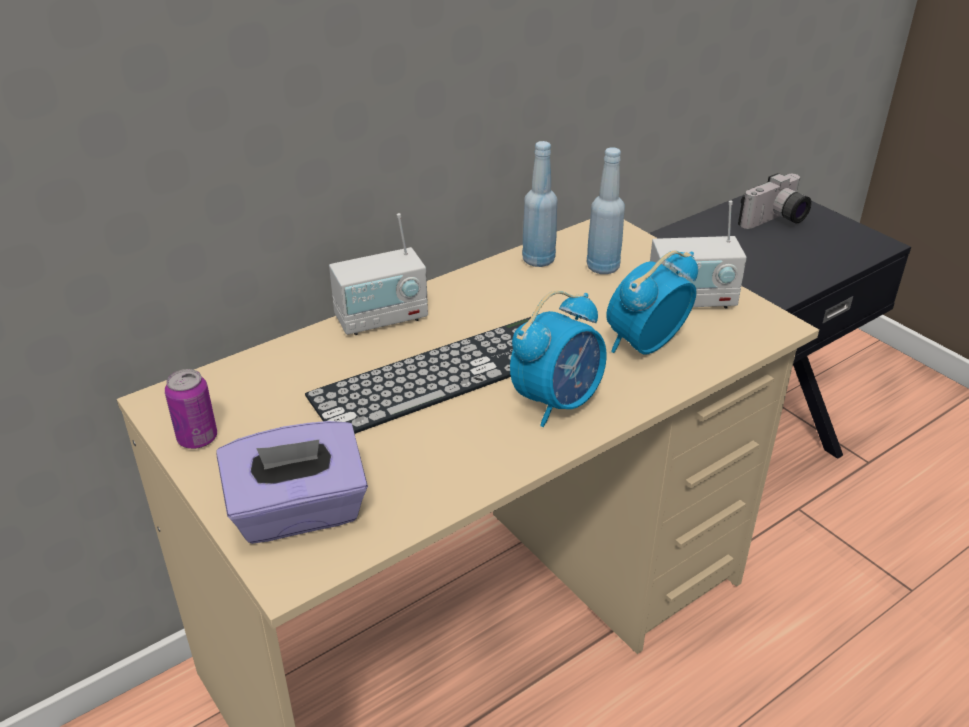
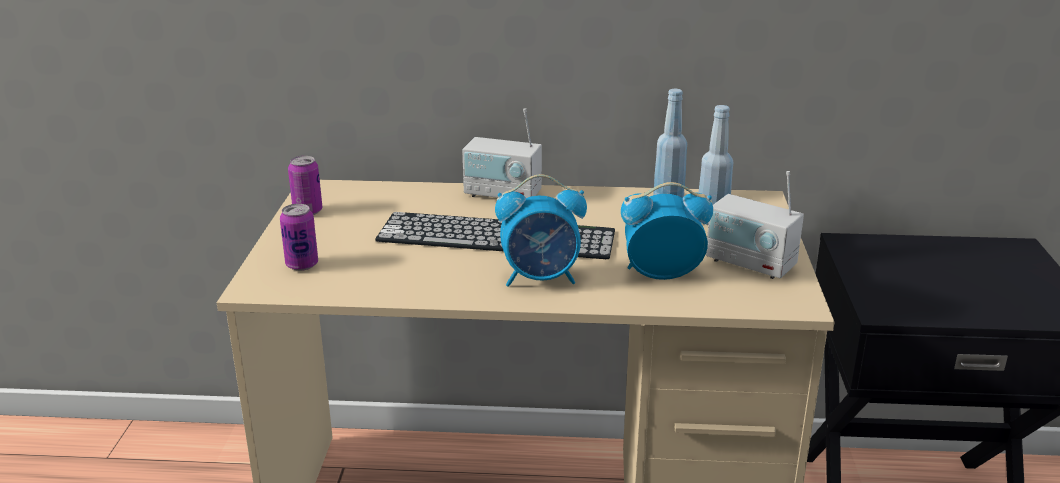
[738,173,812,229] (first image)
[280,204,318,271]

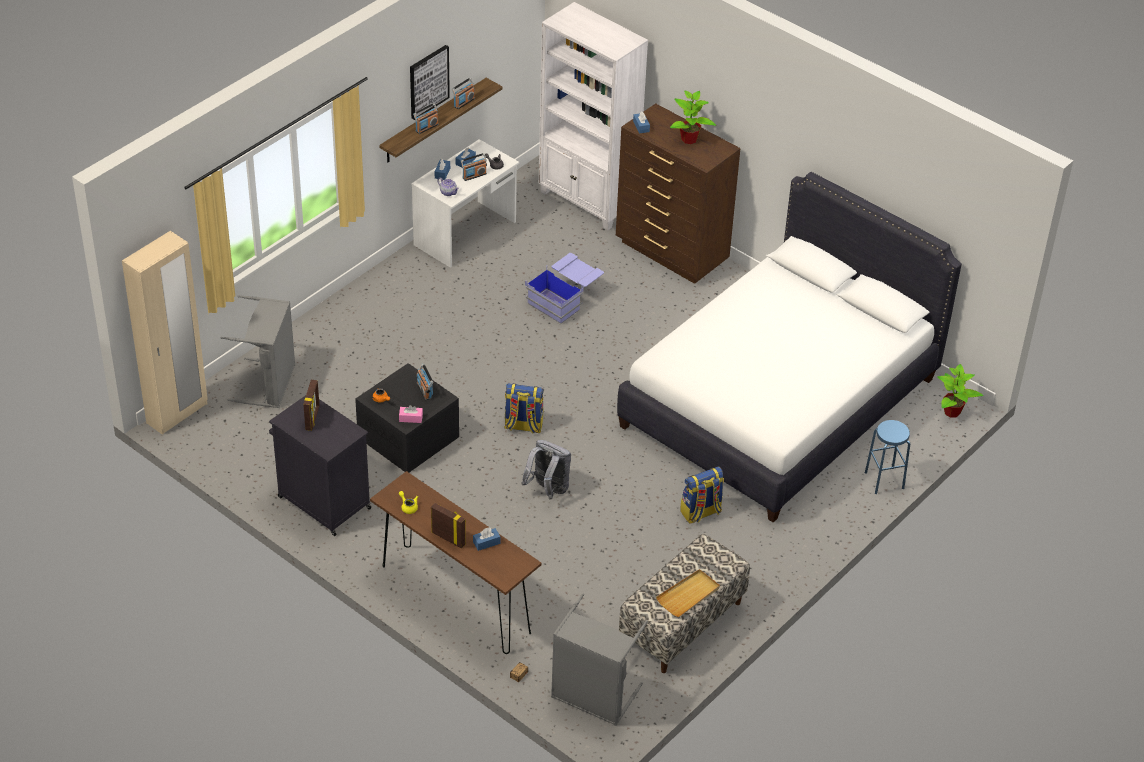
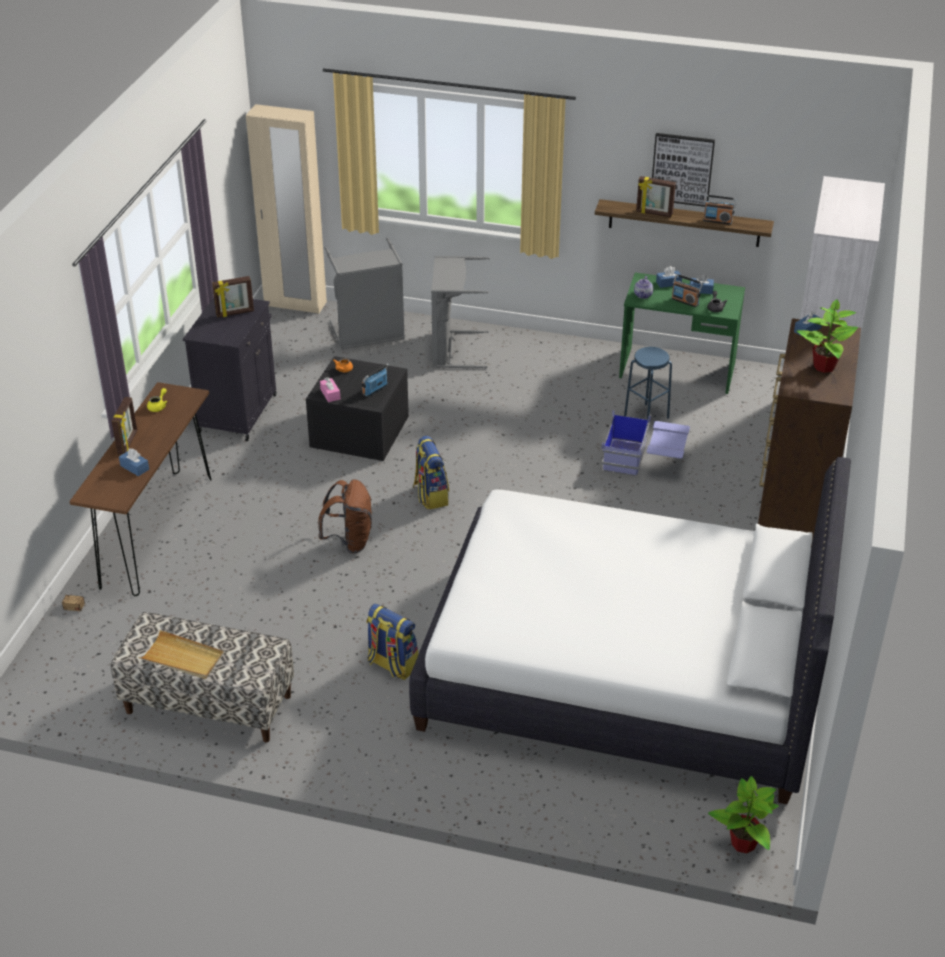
[636,176,676,218]
[619,272,745,394]
[624,347,672,427]
[318,479,372,554]
[431,256,490,368]

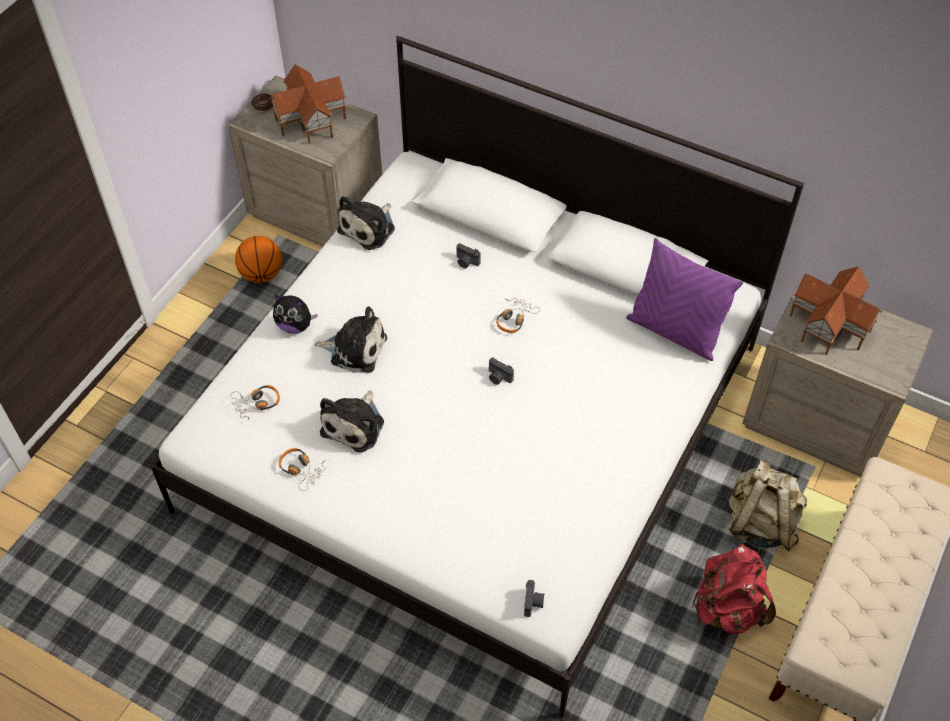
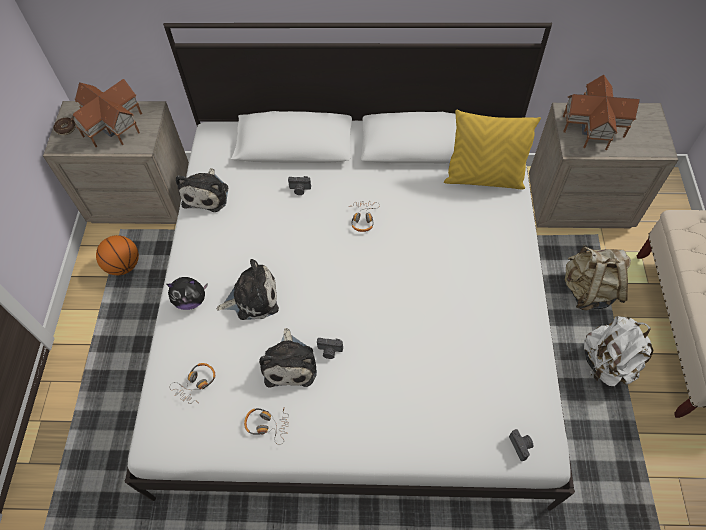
[444,109,541,189]
[317,338,343,359]
[584,316,654,386]

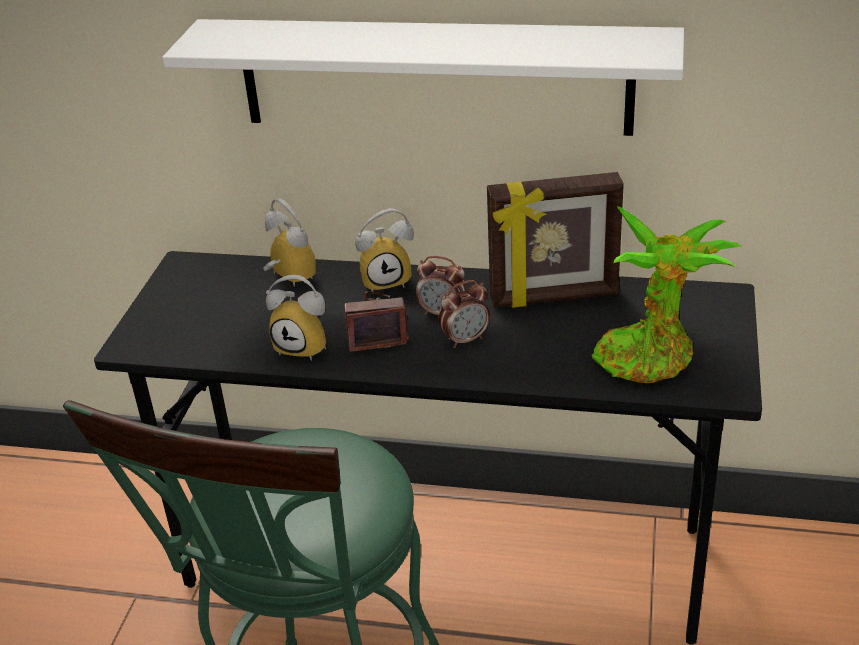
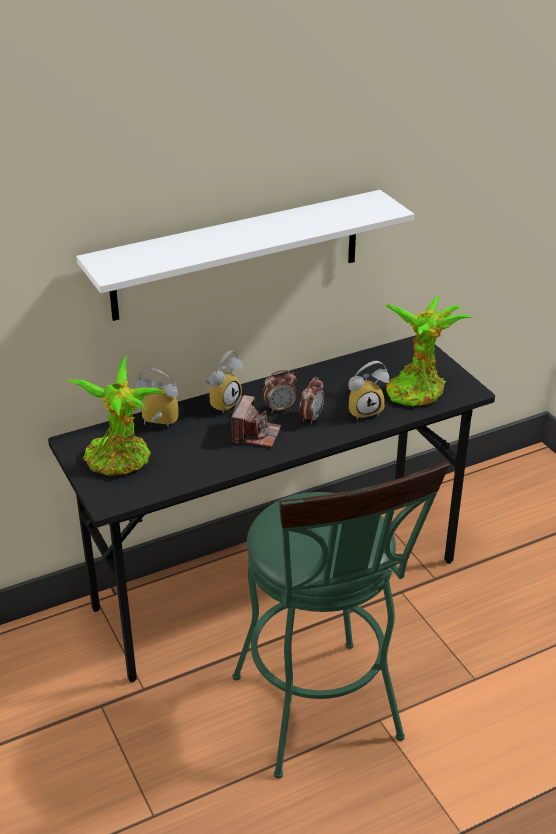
[487,172,624,308] (first image)
[348,361,389,420]
[231,395,281,447]
[66,356,164,476]

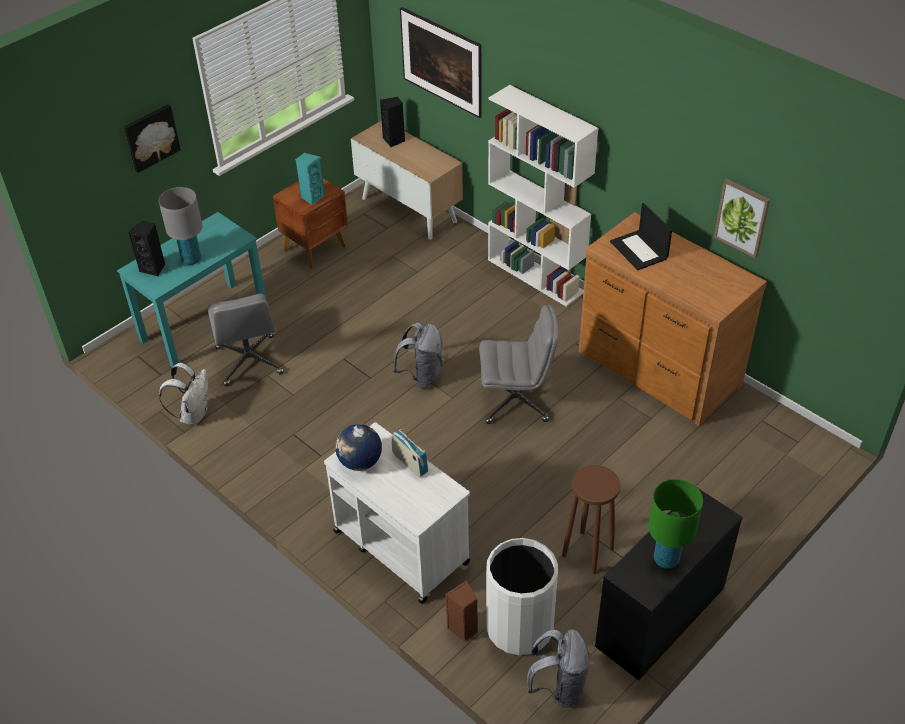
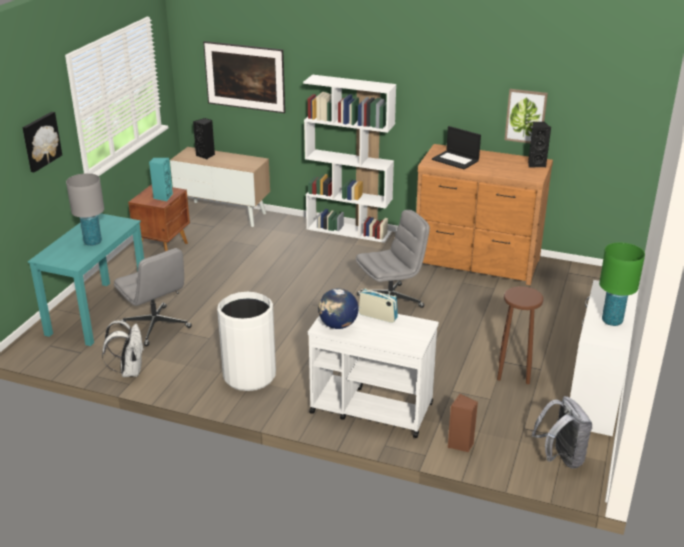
[528,122,551,167]
[393,323,443,389] (first image)
[570,280,639,436]
[217,292,276,391]

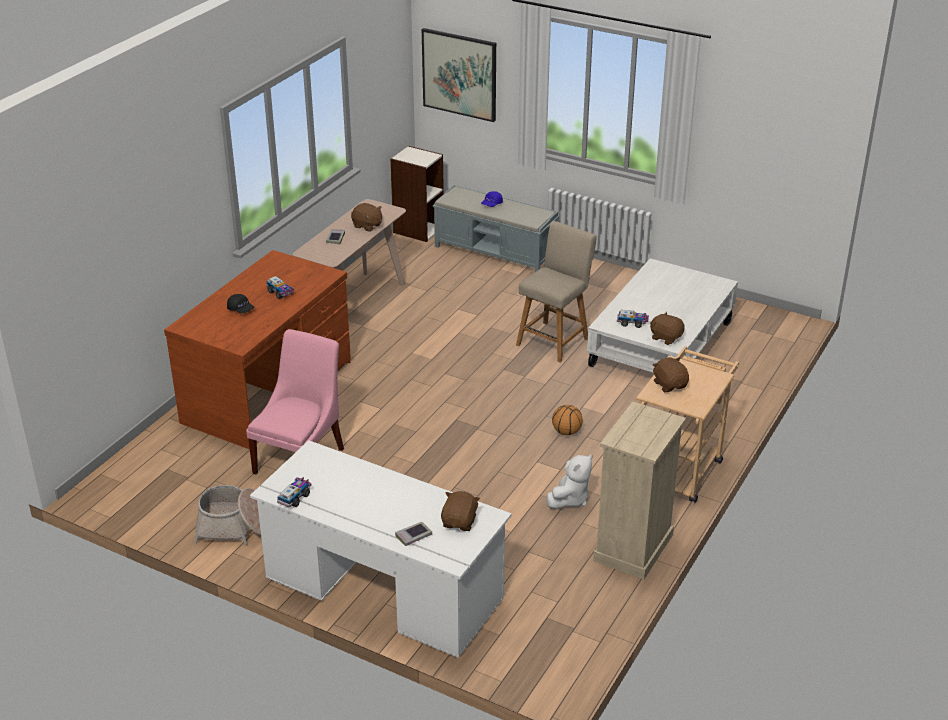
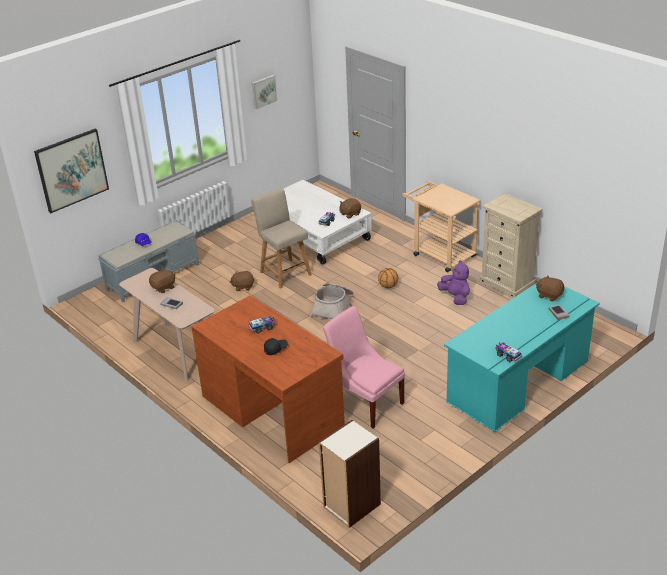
[319,420,381,528]
[230,271,255,291]
[444,282,600,432]
[437,260,470,305]
[310,283,353,319]
[252,75,277,109]

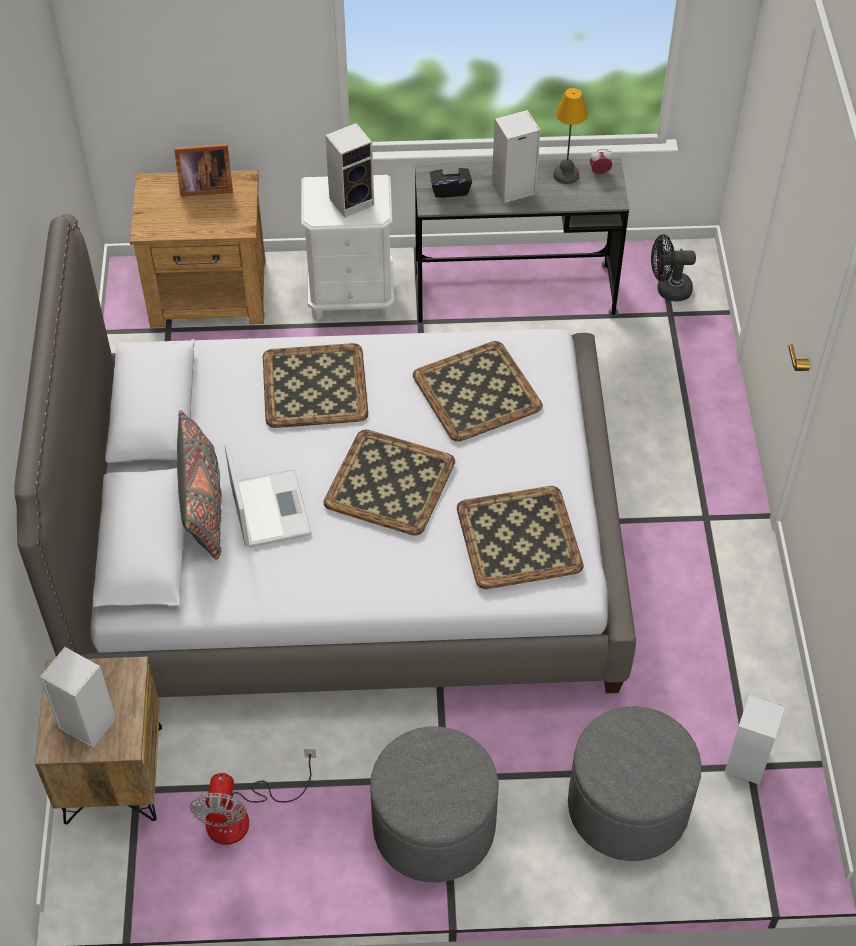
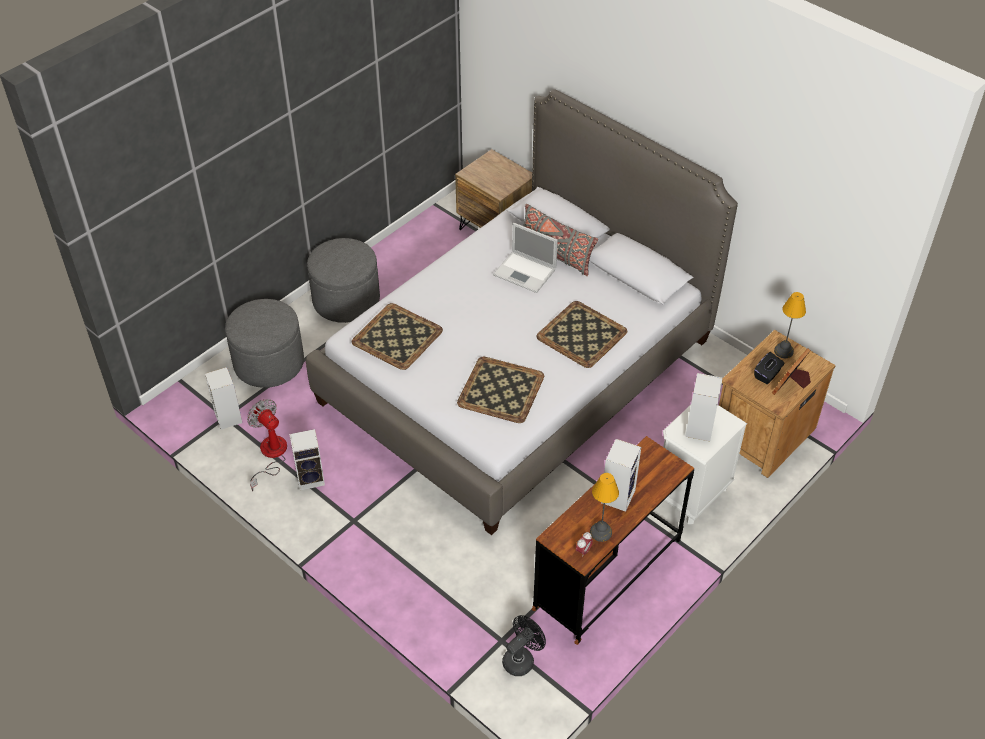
[532,436,694,645]
[754,352,784,384]
[323,430,455,536] (first image)
[289,429,325,490]
[247,399,287,491]
[774,292,806,358]

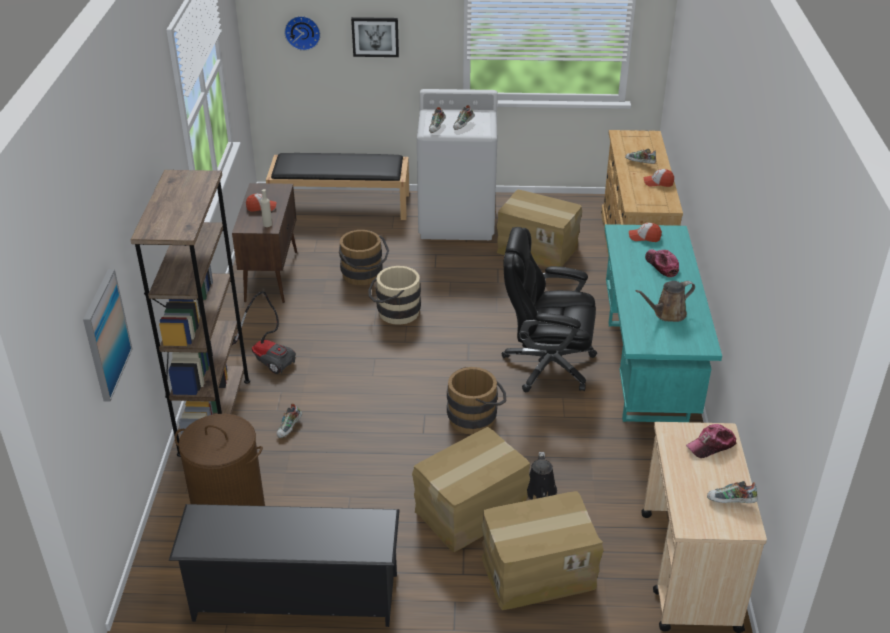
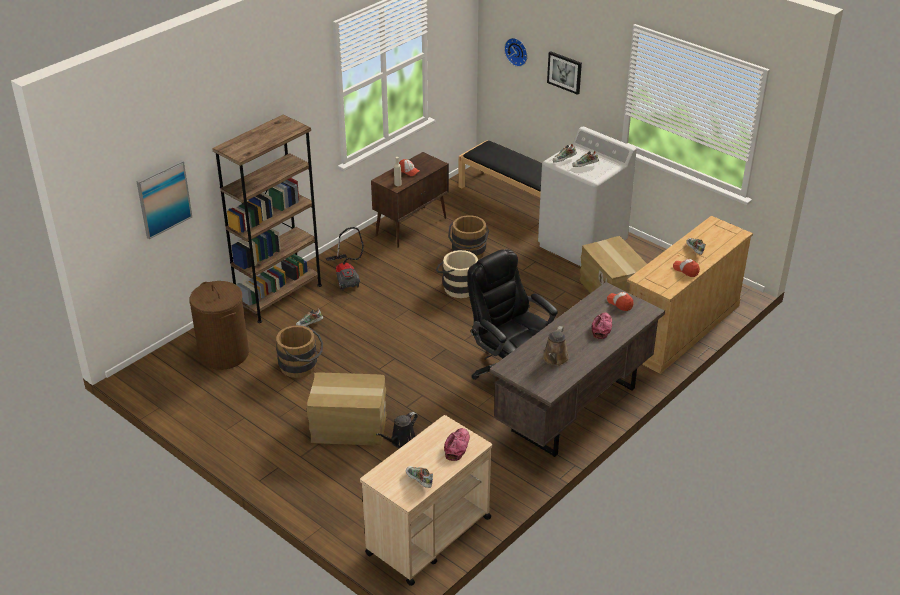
[490,282,665,457]
[543,326,569,366]
[276,325,323,378]
[444,428,470,461]
[482,491,604,610] (first image)
[169,504,400,627] (first image)

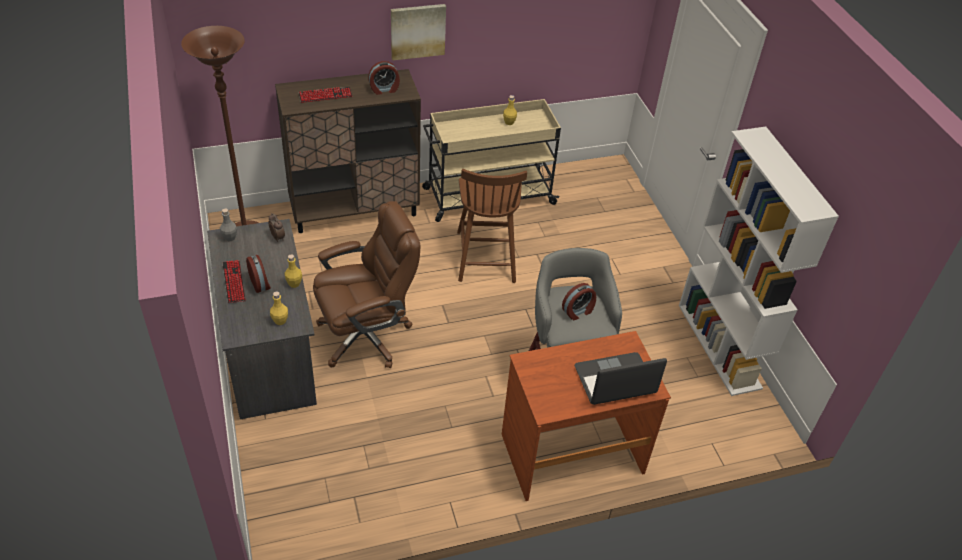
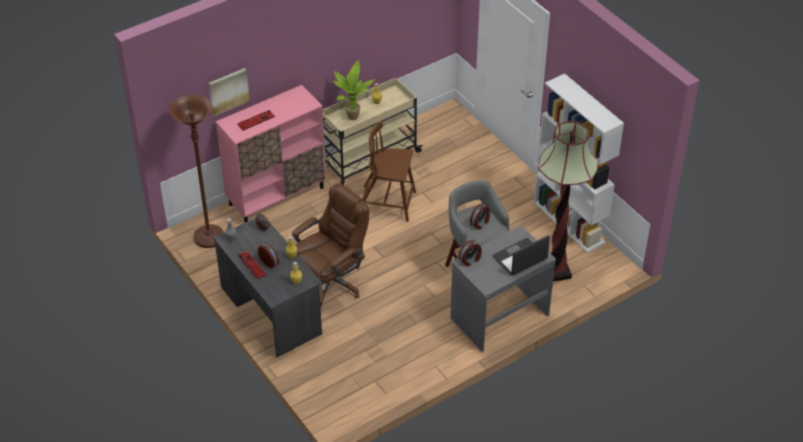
[209,68,250,116]
[458,240,482,266]
[216,85,326,223]
[362,121,416,222]
[450,225,556,352]
[332,60,375,120]
[538,121,598,282]

